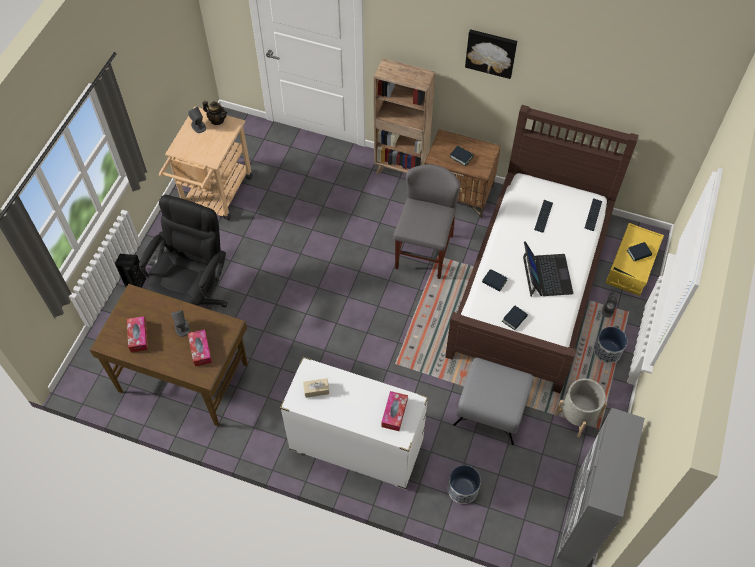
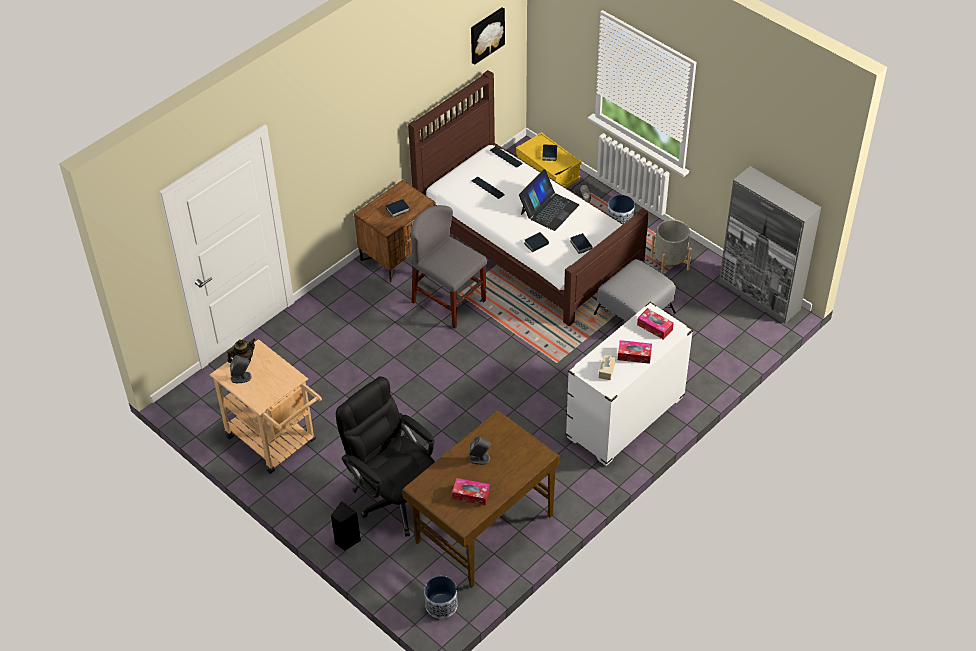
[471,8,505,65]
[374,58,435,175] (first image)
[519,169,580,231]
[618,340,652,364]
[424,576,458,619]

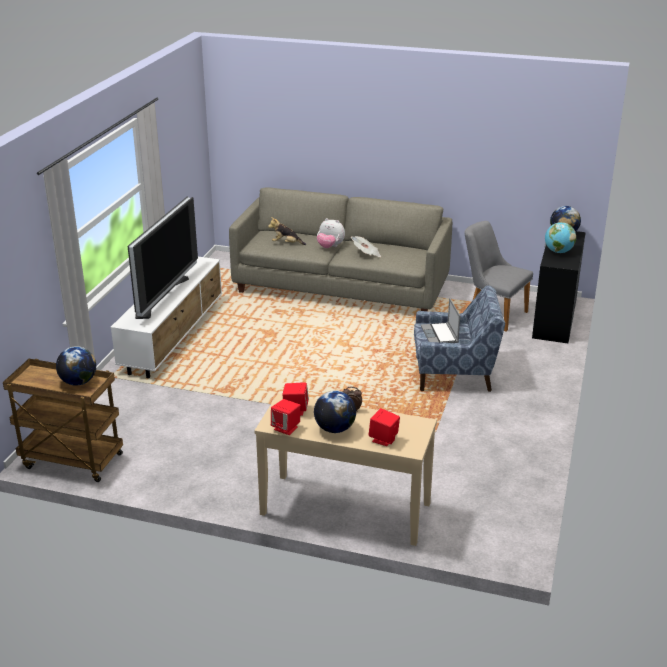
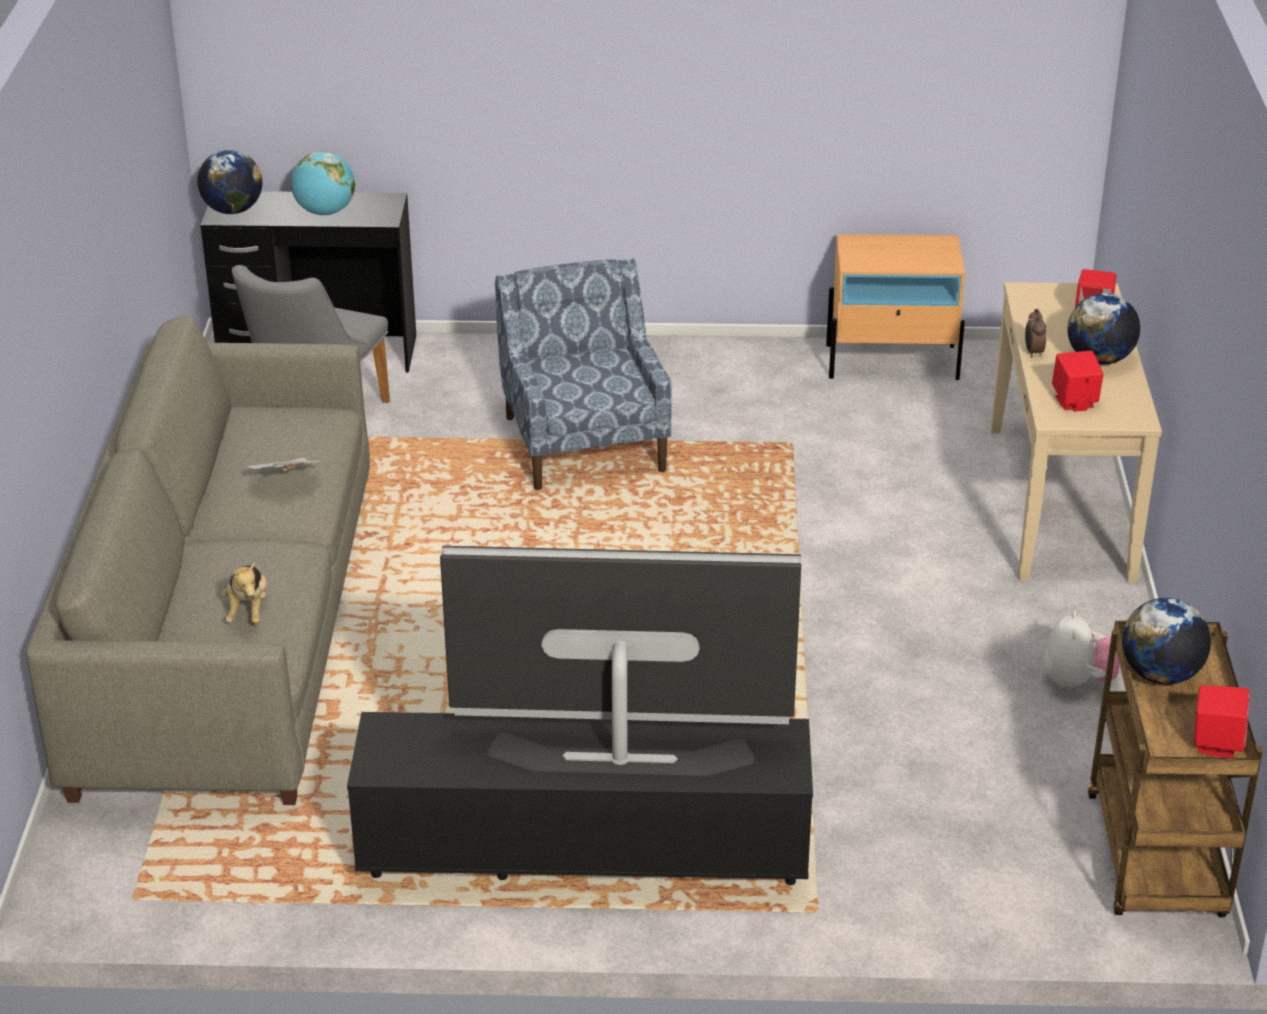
[1044,611,1120,690]
[347,712,813,885]
[421,298,460,343] (first image)
[1194,685,1250,758]
[826,234,965,380]

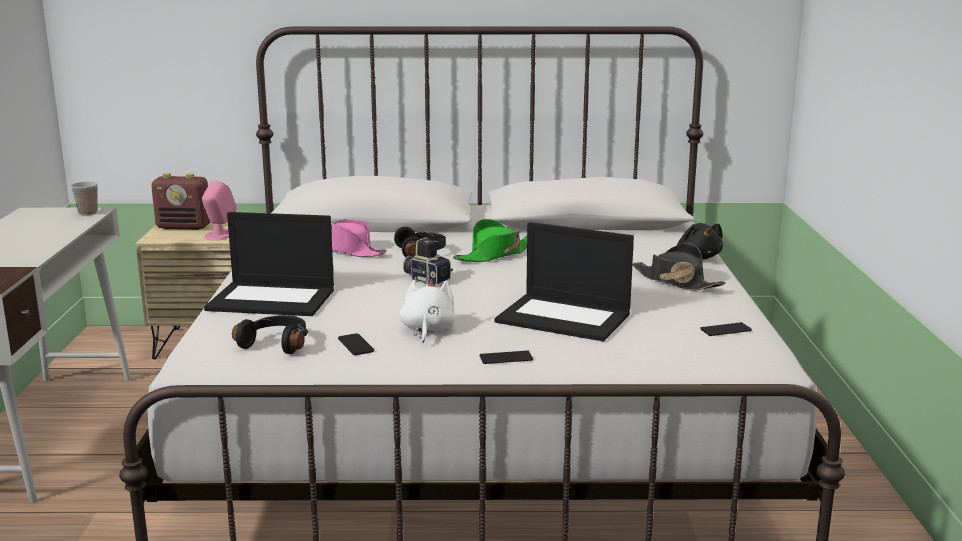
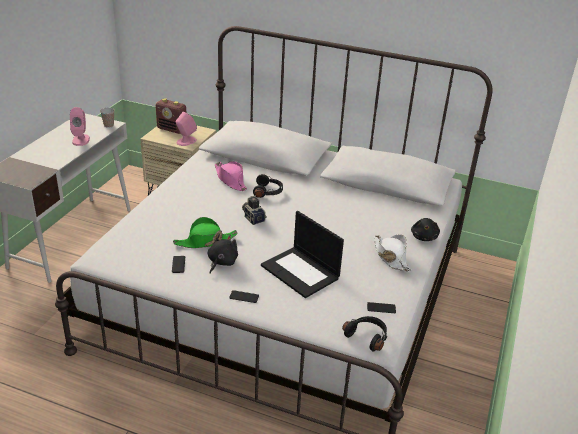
[204,212,334,316] (first image)
[173,217,238,248]
[374,235,411,271]
[208,234,238,274]
[342,316,387,352]
[70,107,90,146]

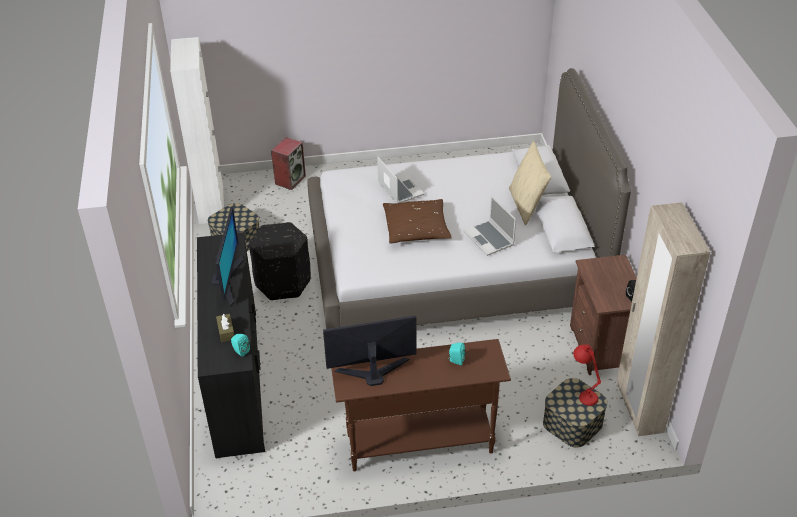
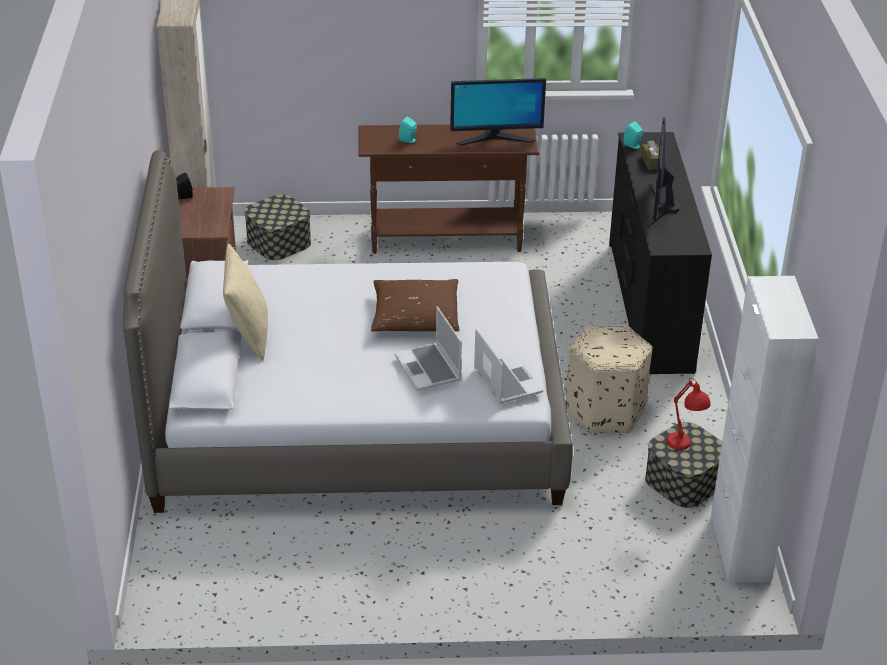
[271,137,306,190] (first image)
[474,328,543,404]
[566,325,652,434]
[666,378,711,450]

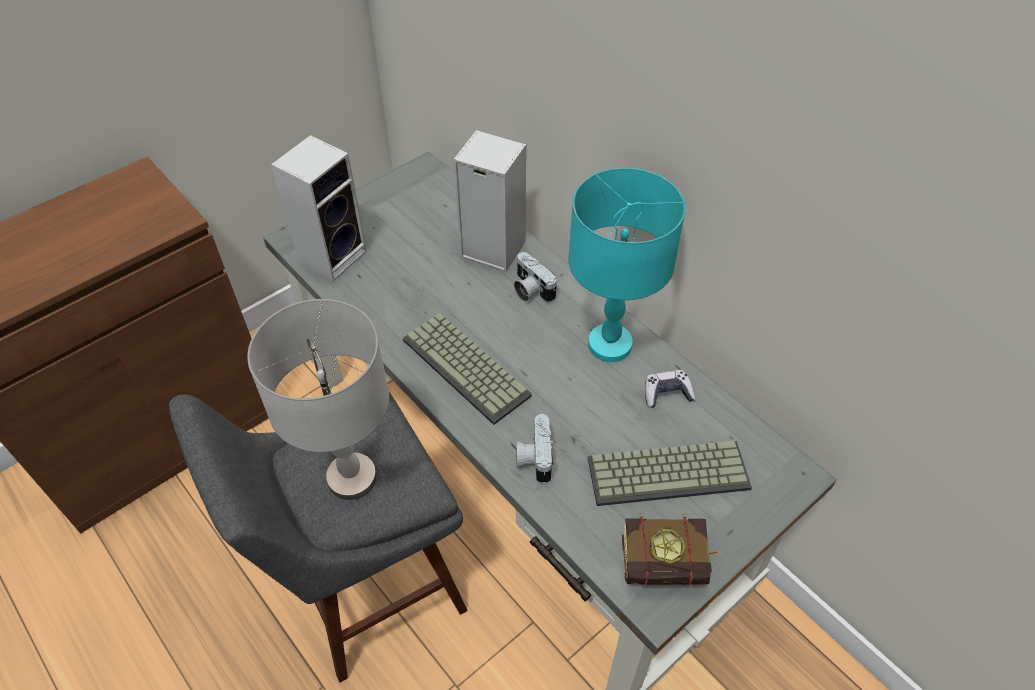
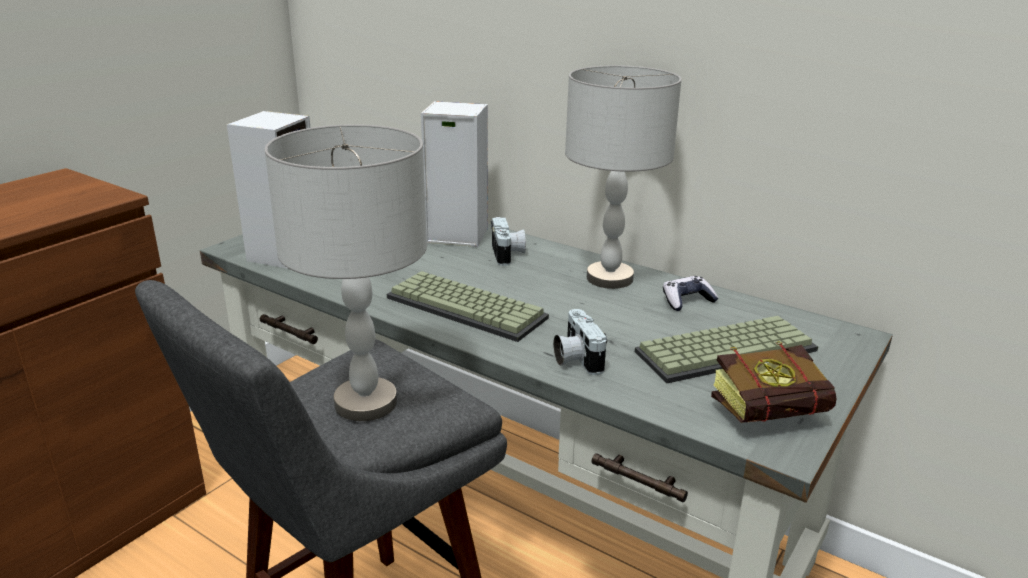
[565,65,682,289]
[491,217,526,266]

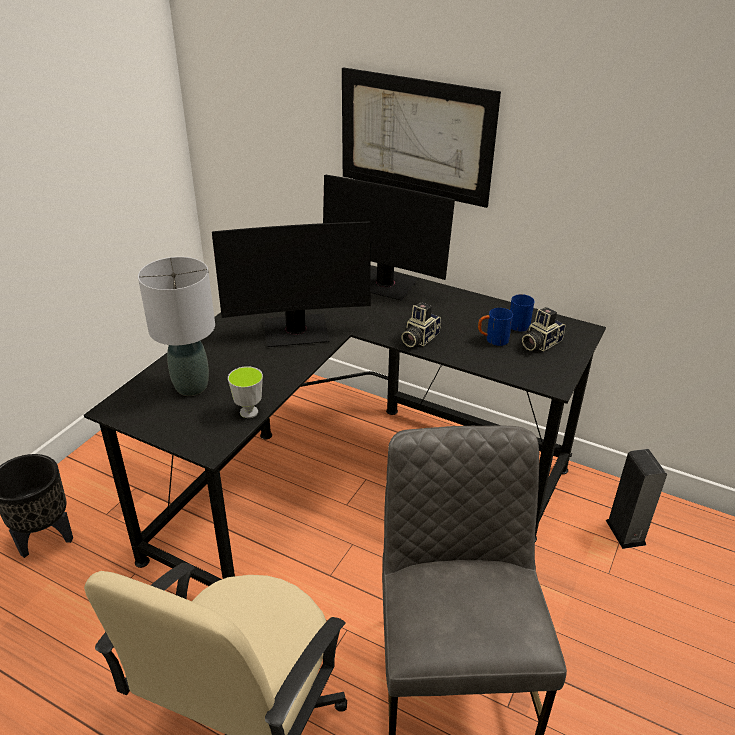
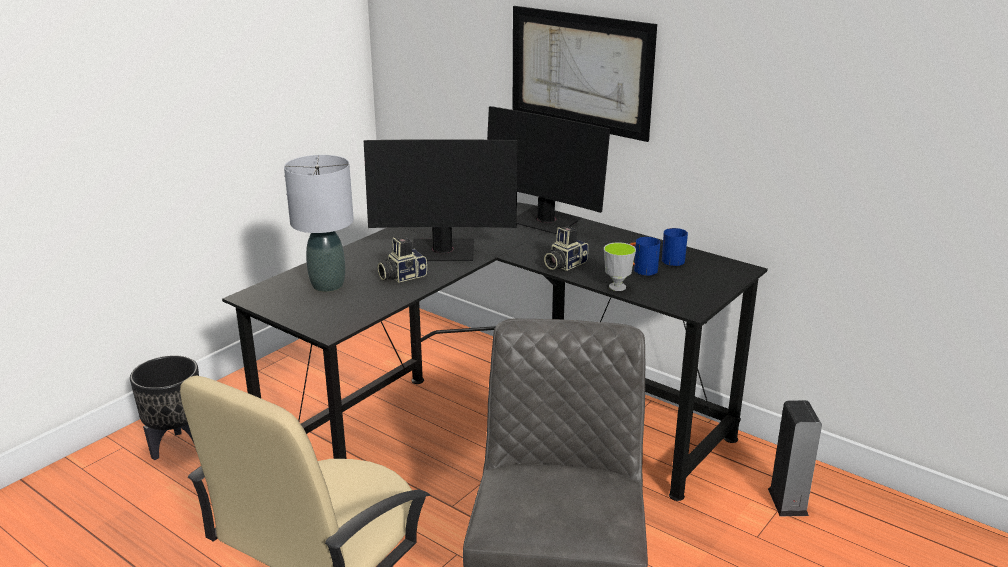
[378,237,427,283]
[604,242,636,291]

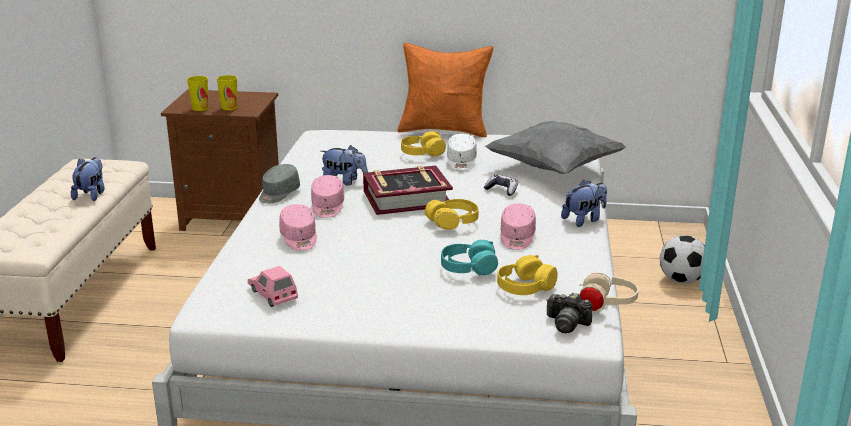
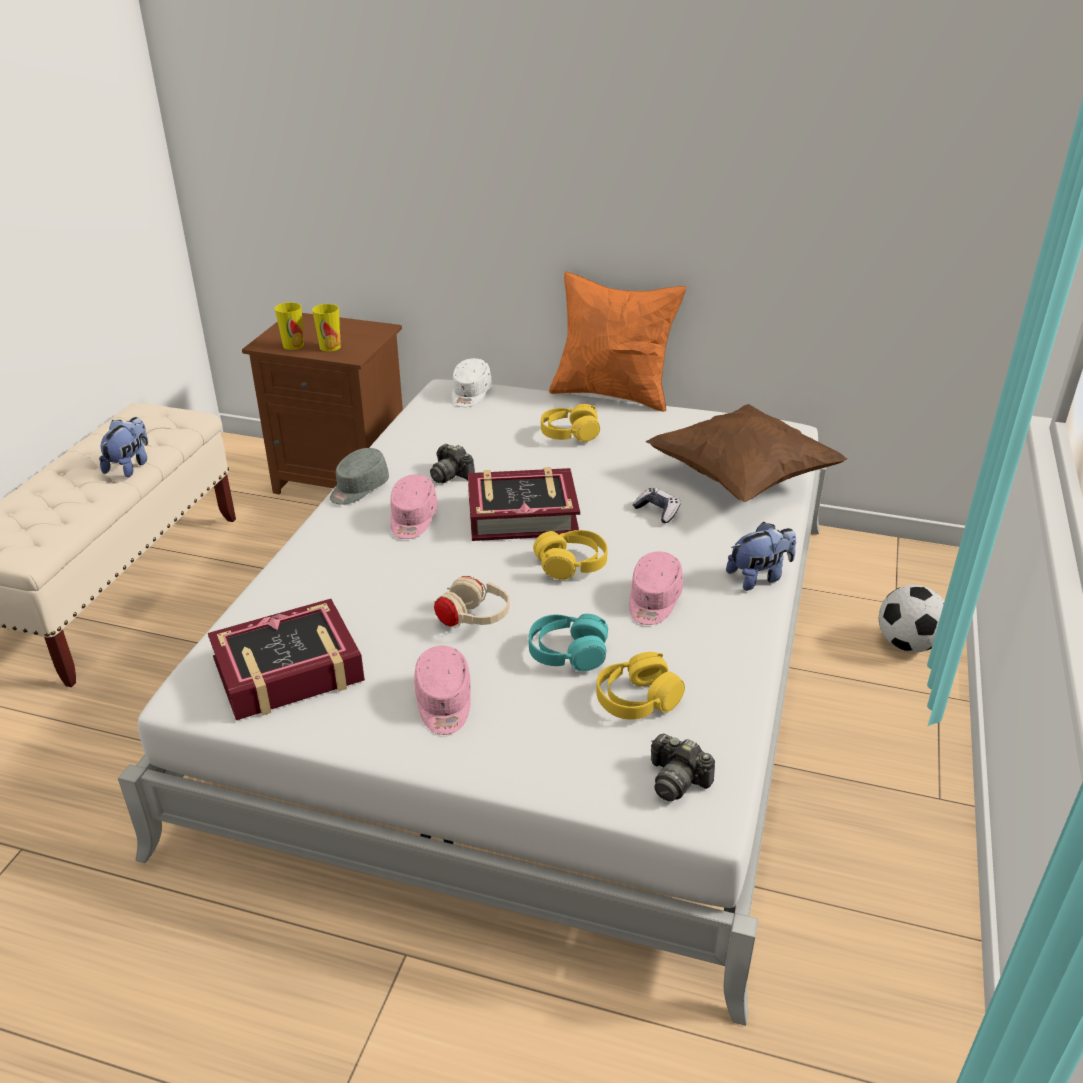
[646,404,847,502]
[452,358,492,407]
[430,444,475,483]
[414,646,471,735]
[208,599,365,720]
[434,576,510,628]

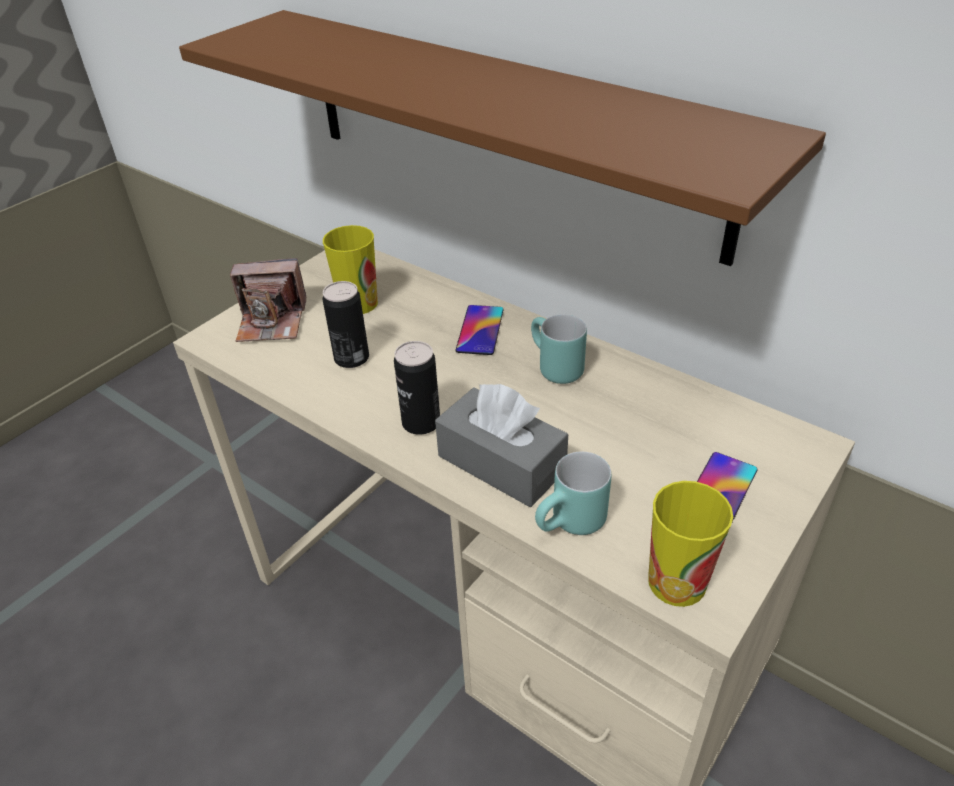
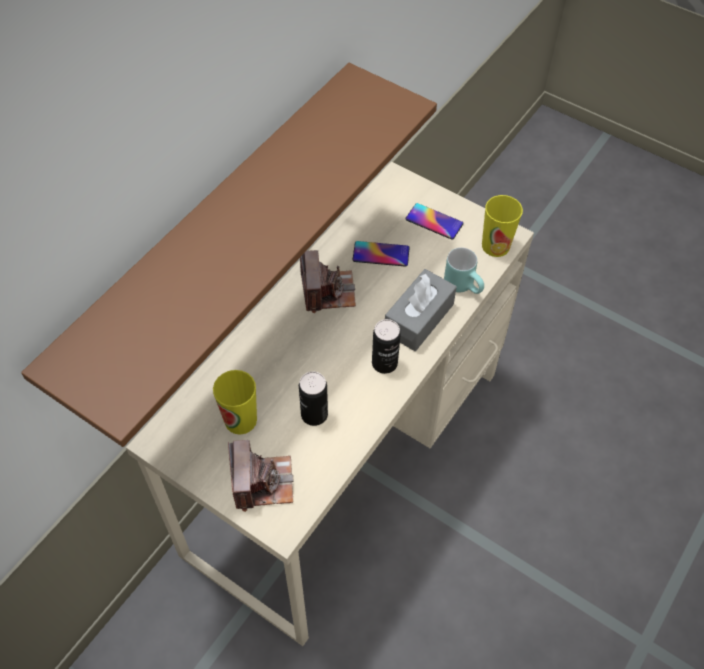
[353,241,410,267]
[300,250,356,313]

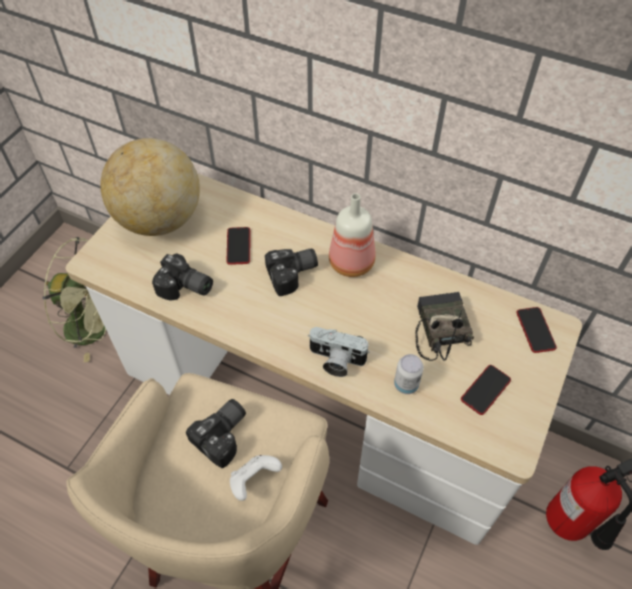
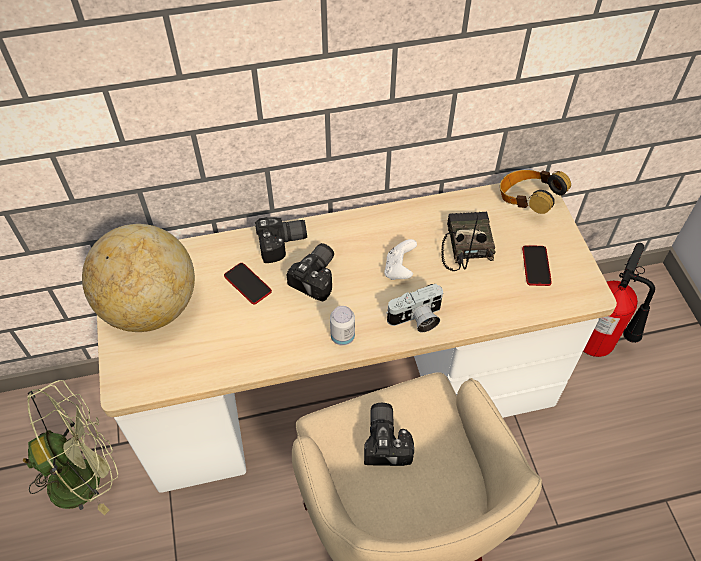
[329,193,376,277] (first image)
[255,217,307,263]
[441,211,496,271]
[500,170,571,214]
[330,306,355,346]
[384,239,417,280]

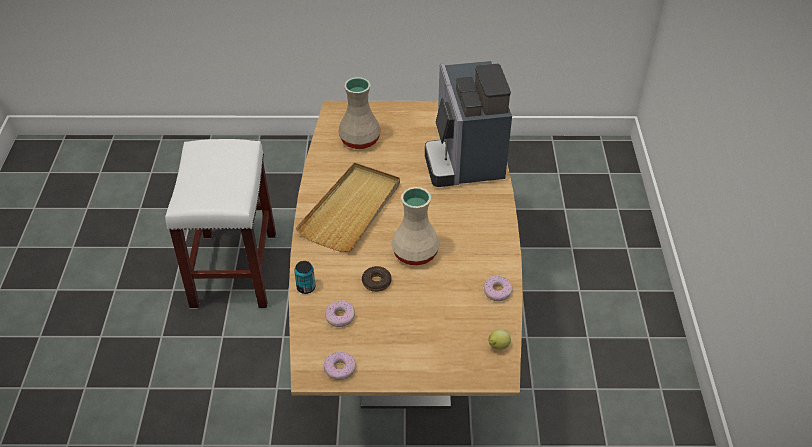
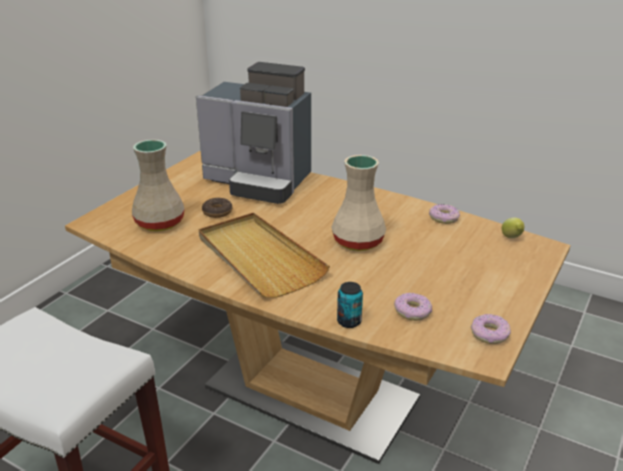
[202,198,232,218]

